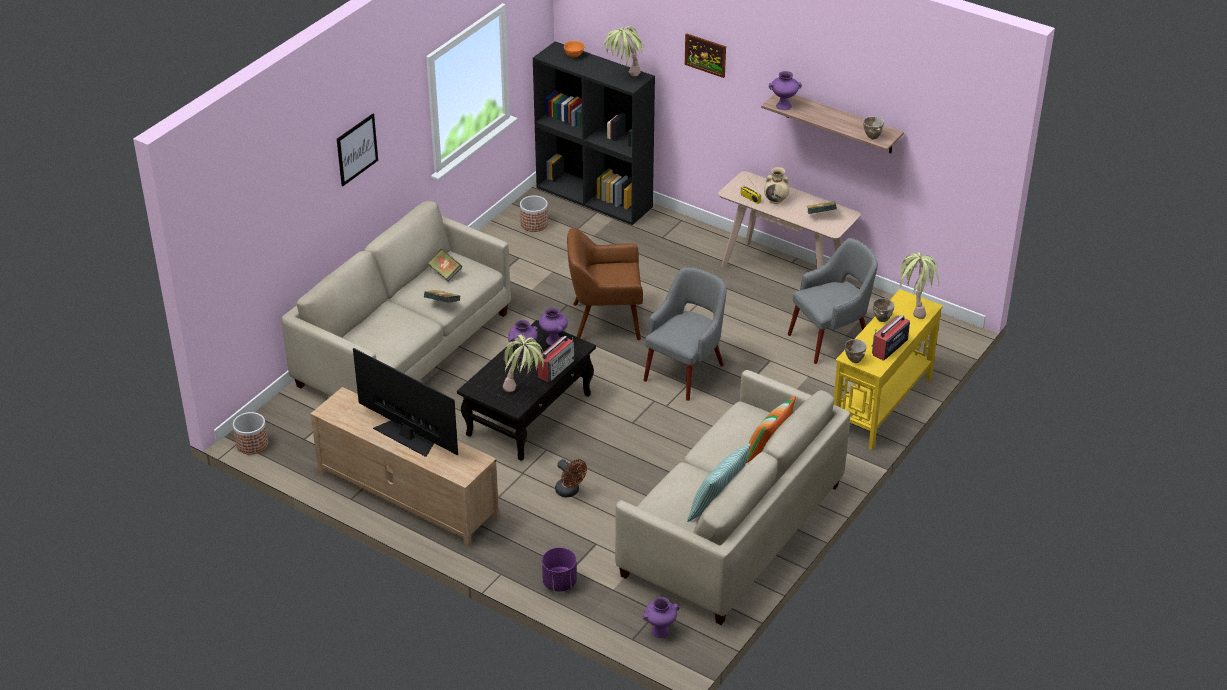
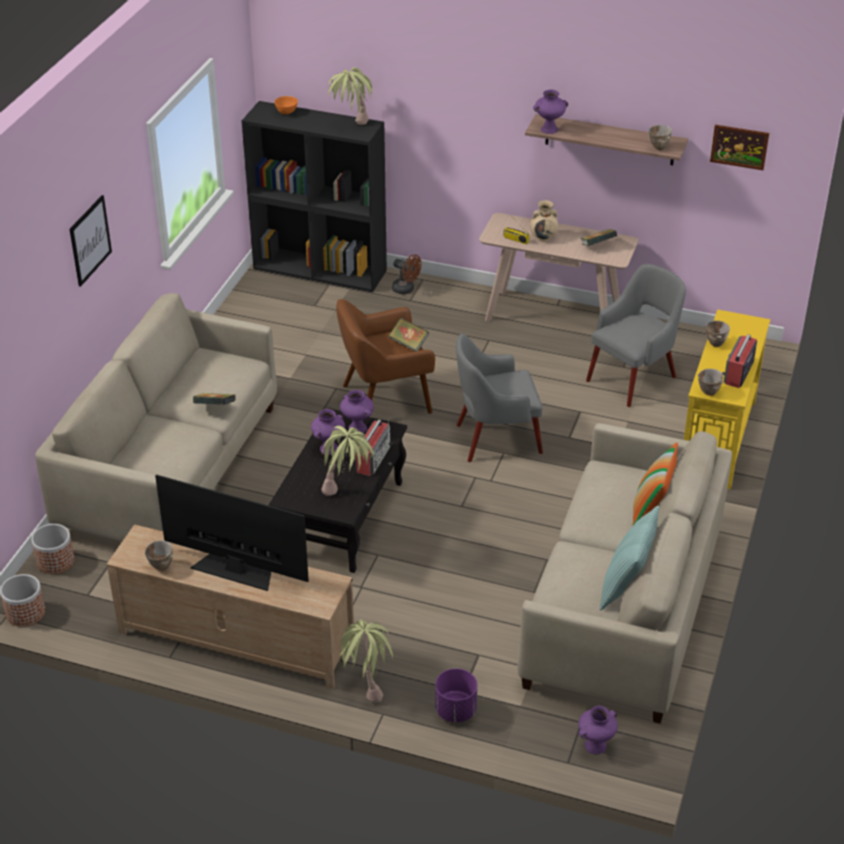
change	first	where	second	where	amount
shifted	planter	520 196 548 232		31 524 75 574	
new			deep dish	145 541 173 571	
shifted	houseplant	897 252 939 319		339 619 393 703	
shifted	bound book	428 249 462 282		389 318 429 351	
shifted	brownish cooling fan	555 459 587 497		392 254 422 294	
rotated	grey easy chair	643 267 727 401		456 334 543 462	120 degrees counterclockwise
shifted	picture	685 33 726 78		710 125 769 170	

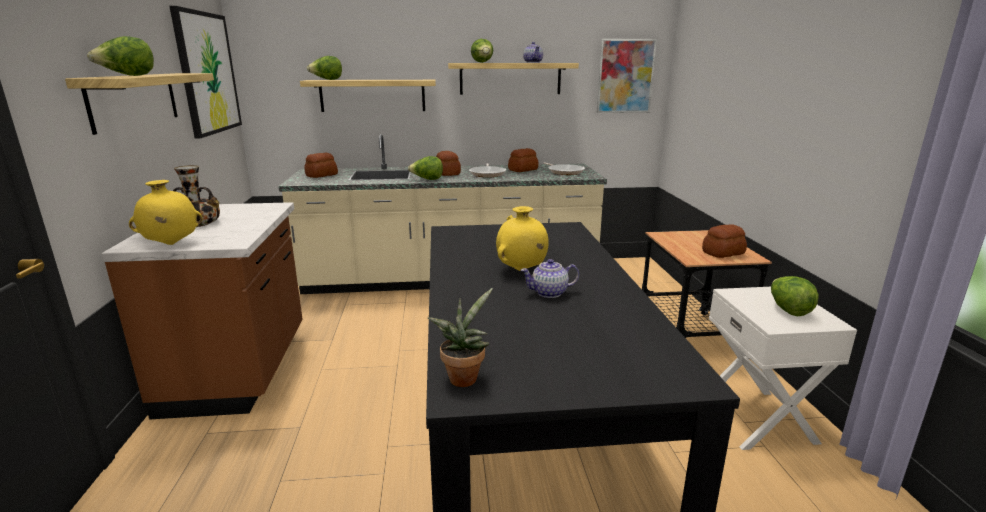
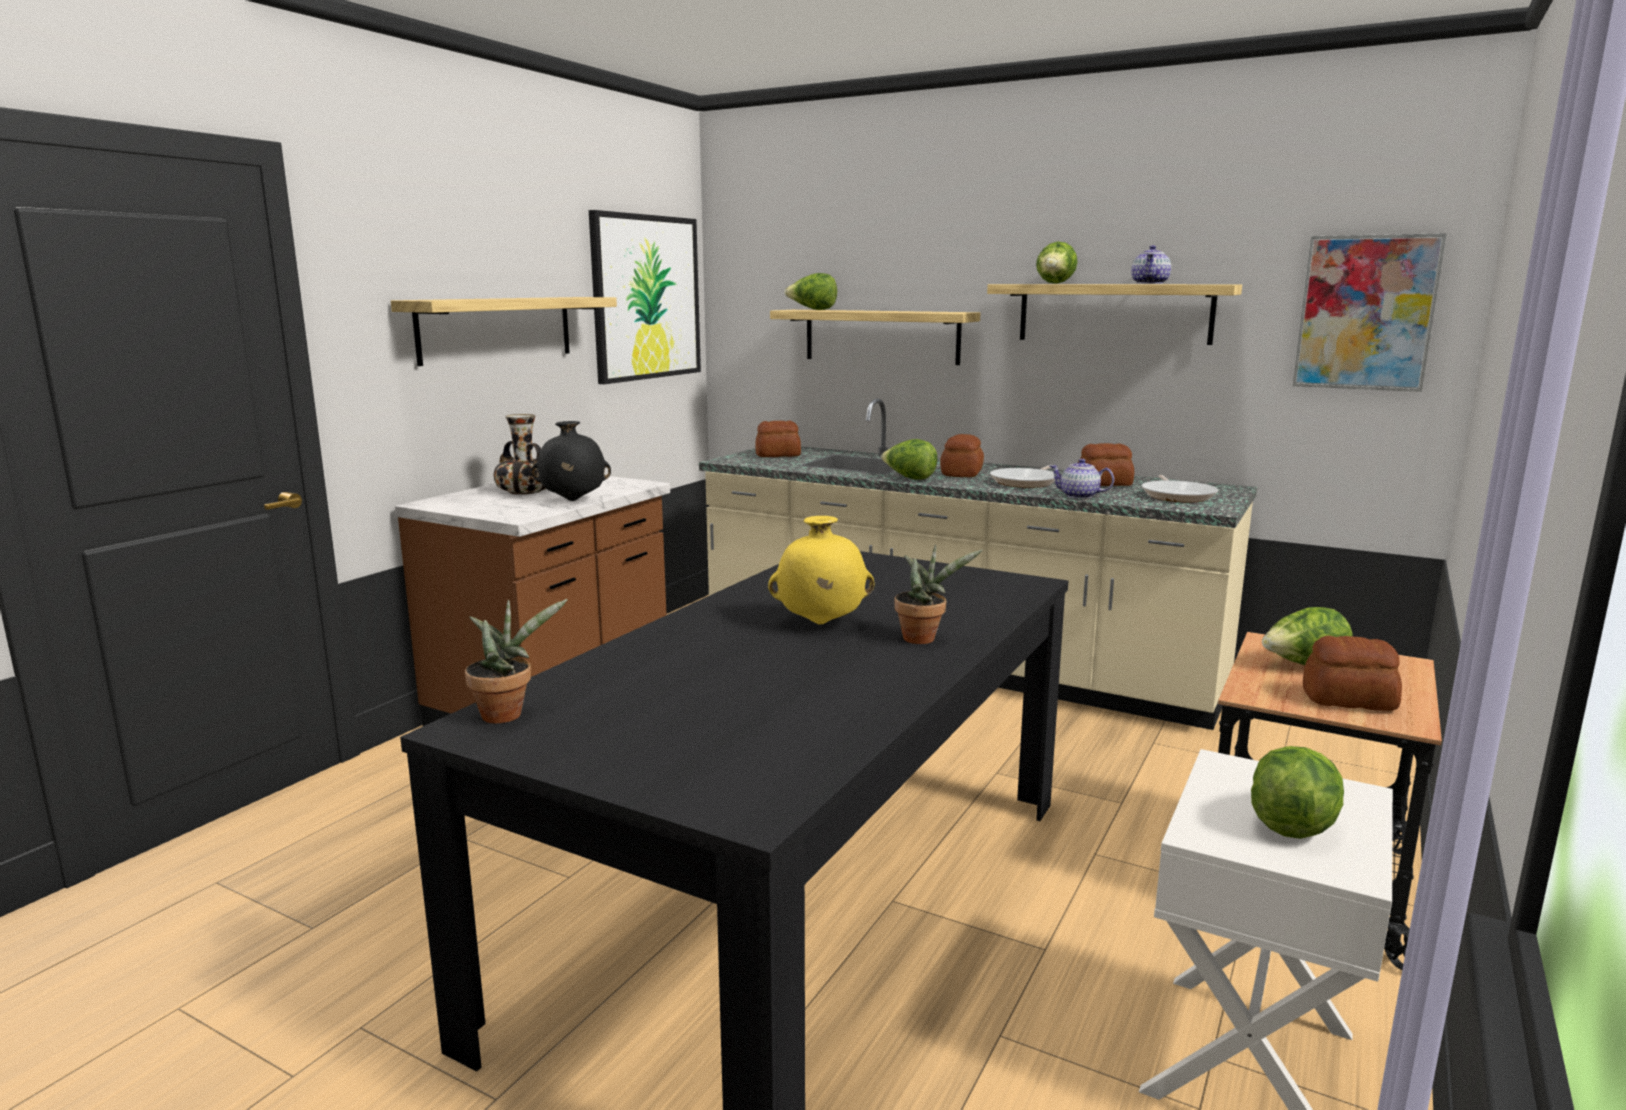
change	first	where	second	where	amount
new			blackish decorative vase	531 421 611 501	
new			houseplant	894 544 983 644	
shifted	pot for tea	520 259 579 298		1049 458 1114 499	
shifted	lettuce	87 36 154 76		1262 607 1353 665	
gone	yellowish decorative vase	129 180 203 245			

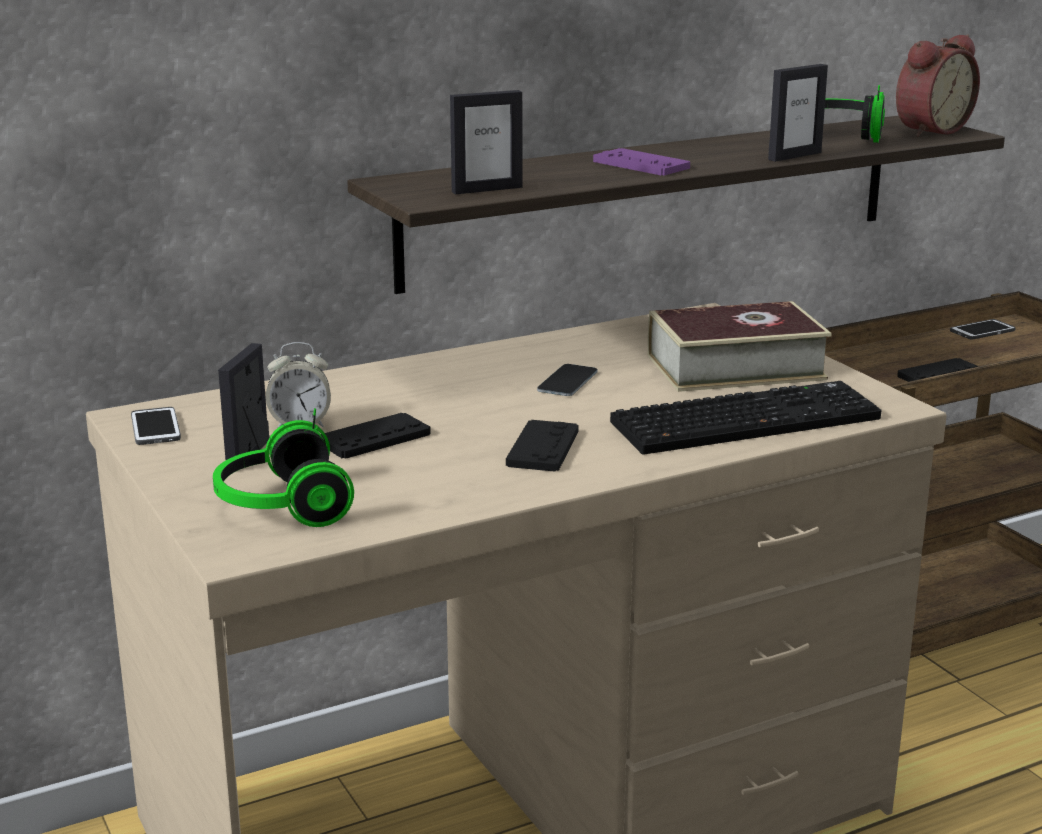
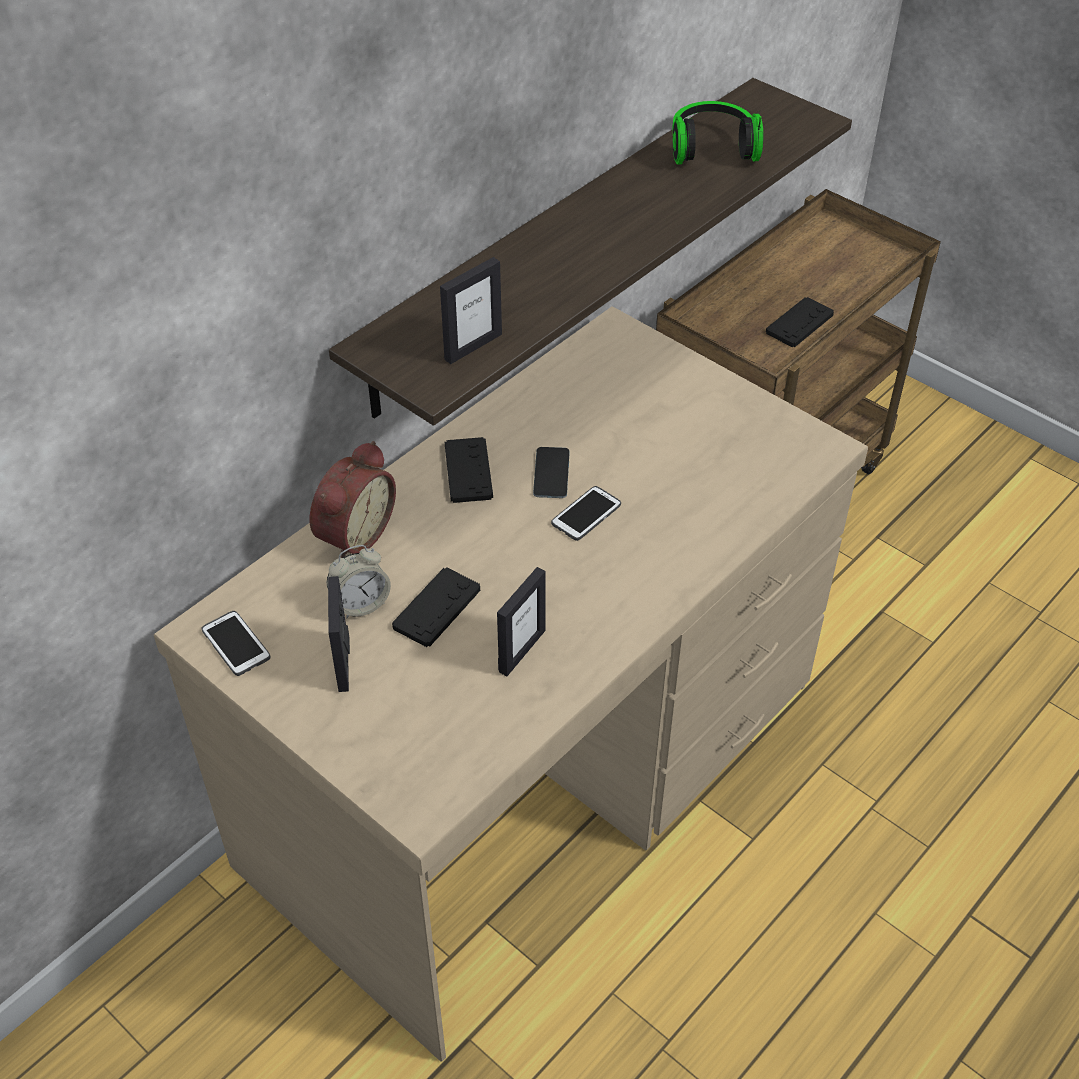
change	first	where	second	where	amount
shifted	table clock	896 34 980 137		310 441 396 558	
shifted	blackish game controller	506 420 579 472		445 437 493 503	
shifted	picture frame	768 64 828 162		497 567 546 676	
shifted	phone	950 319 1016 340		551 486 621 541	
gone	pair of headphones	213 408 354 527			
gone	purple game controller	593 148 690 175			
gone	PC keyboard	610 381 882 455			
gone	bound book	648 301 832 392			

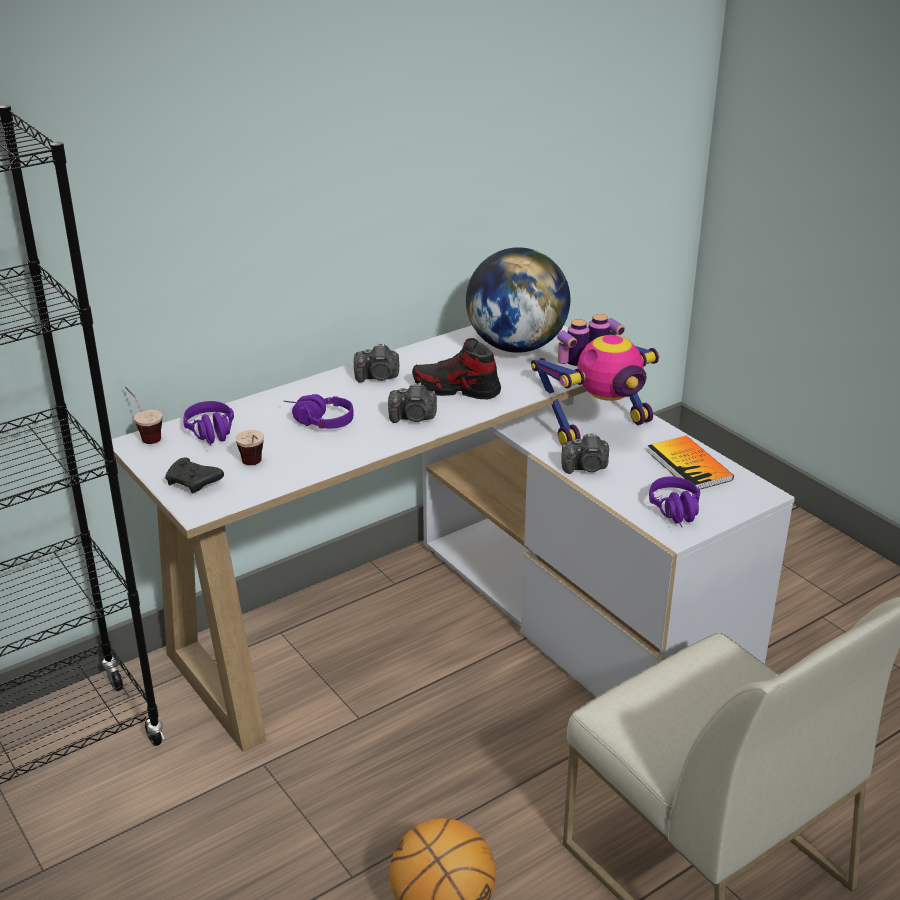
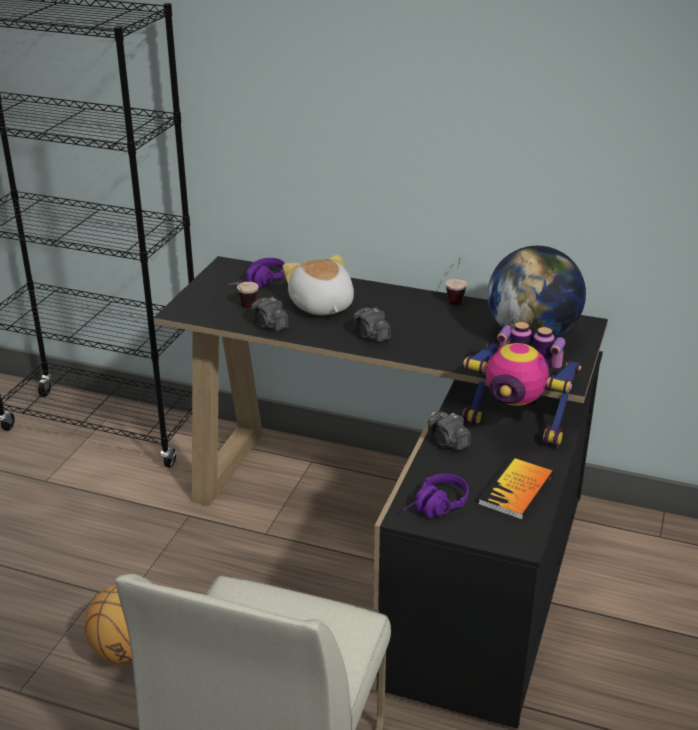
change	first	where	second	where	amount
repainted	white desk table	112 325 795 752	blackish desk table	153 256 608 729	
shifted	still camera	354 343 400 383		251 297 289 332	
swapped	purple pair of headphones	283 394 354 429	plush toy	283 255 354 315	
shifted	drinking cup	125 387 162 444		445 258 467 305	
gone	blackish game controller	165 458 224 493			
gone	low shoe	412 338 501 399			

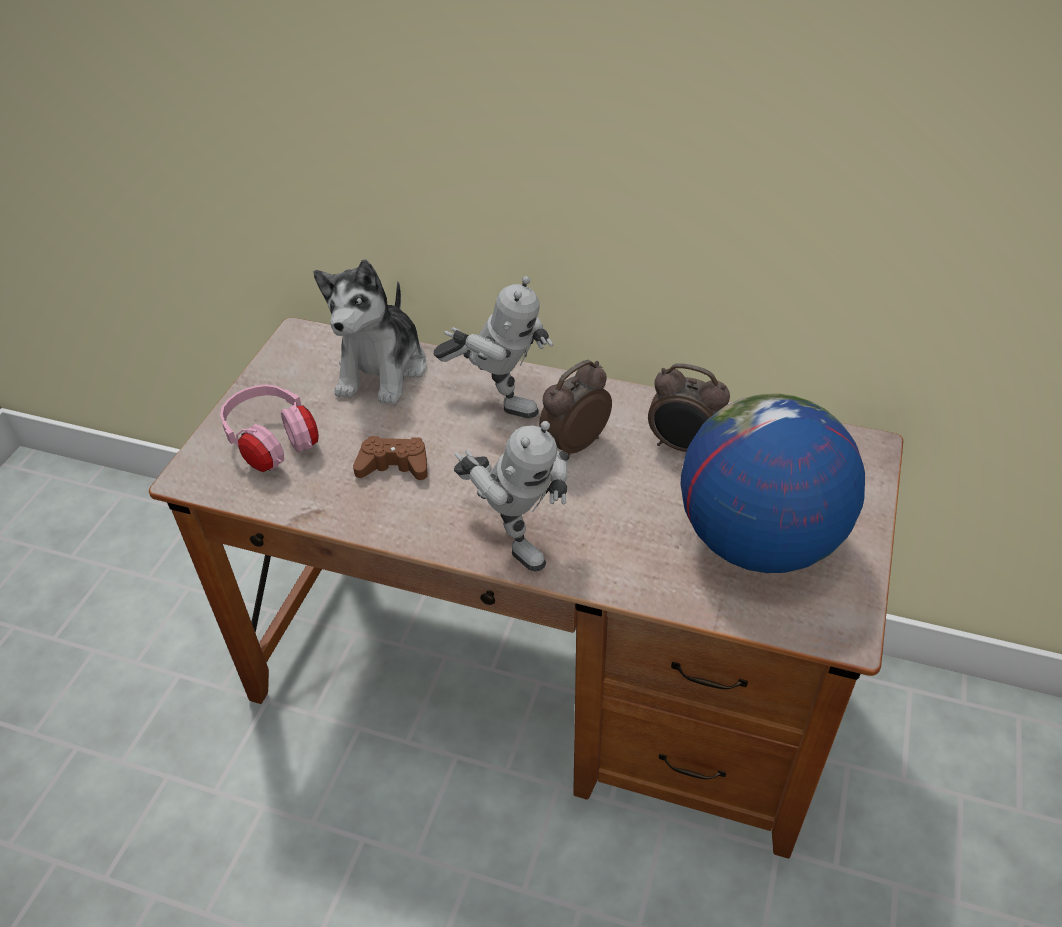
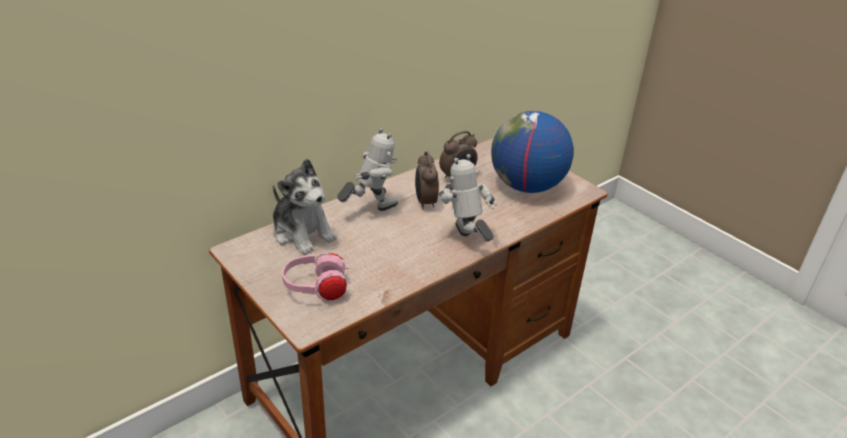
change	first	where	second	where	amount
rotated	model robot	454 421 569 571		438 154 497 242	105 degrees counterclockwise
gone	brownish game controller	353 436 428 480			

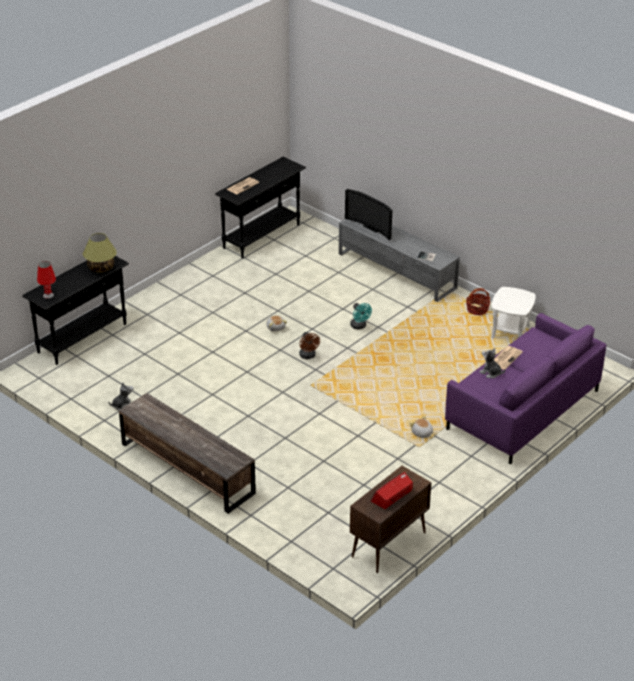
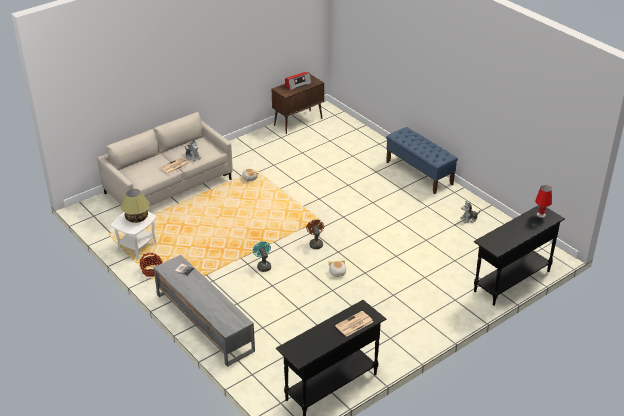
change	first	where	second	where	amount
repainted	purple couch	445 313 607 464	sand-coloured couch	97 112 233 206	
shifted	table lamp	83 233 117 273		121 189 150 223	
swapped	brownish tv unit	119 393 256 514	bluish long seat	386 127 458 194	
gone	television	345 189 392 240			

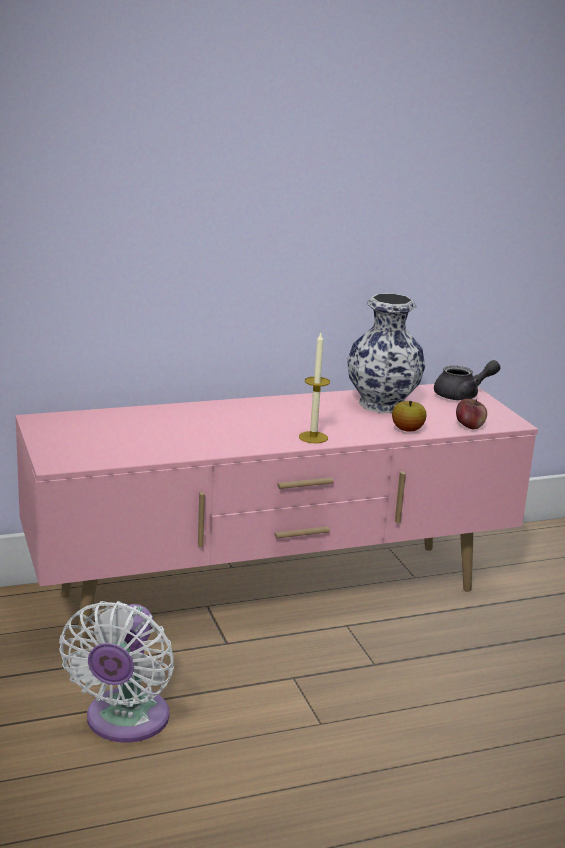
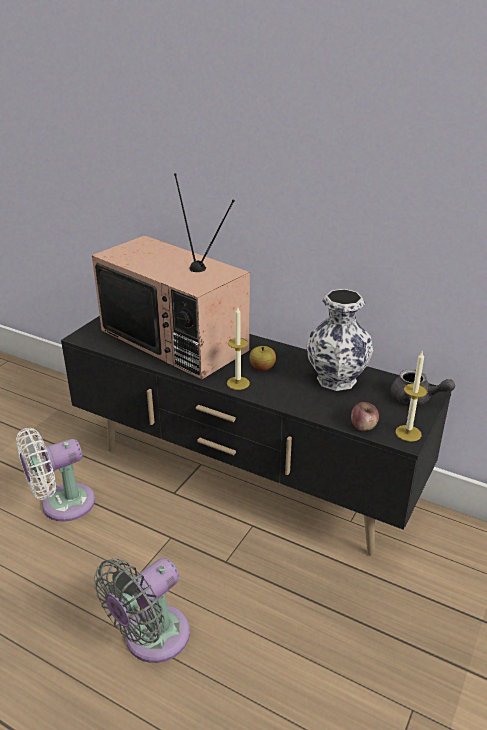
change	first	where	second	where	amount
repainted	pink-coloured tv unit	15 384 538 647	blackish tv unit	61 316 452 556	
new			television	92 173 250 380	
new			grey cooling fan	94 558 190 663	
shifted	apple	392 401 427 432		249 346 276 371	
new			wax light	395 352 427 442	

